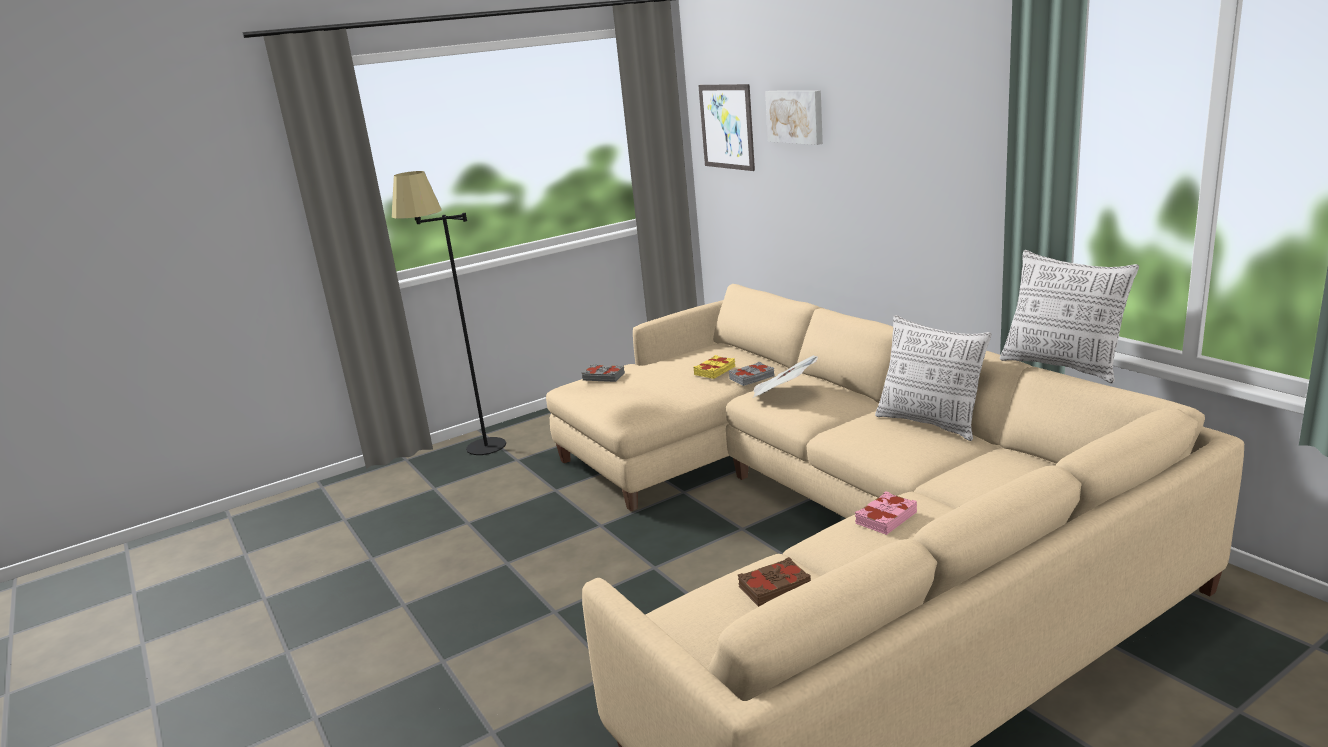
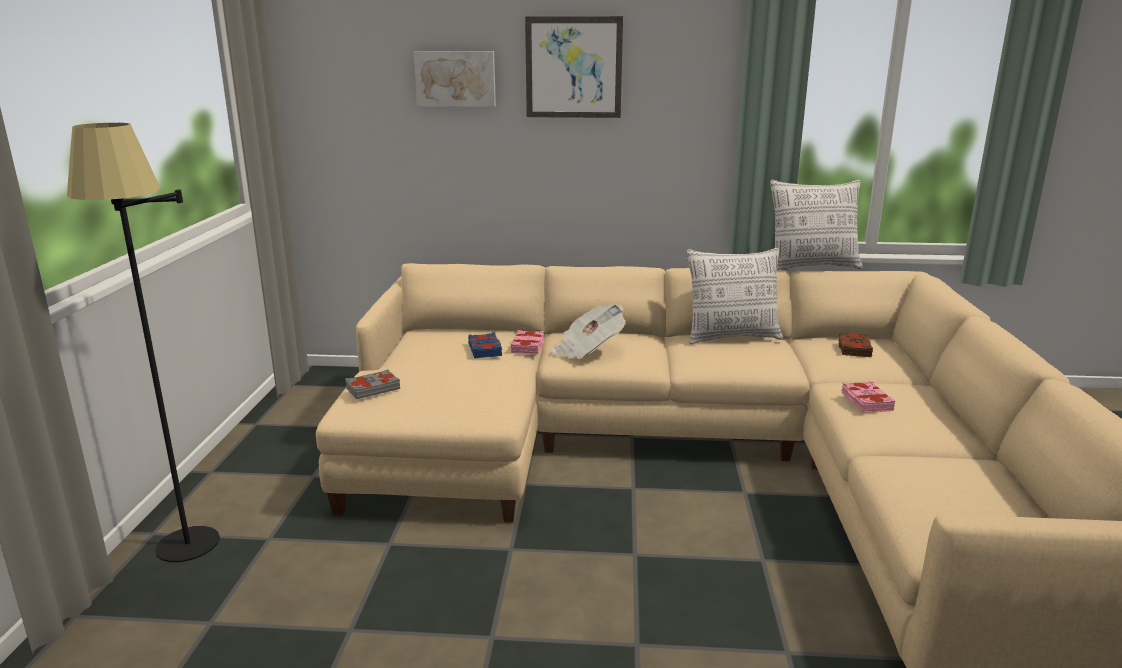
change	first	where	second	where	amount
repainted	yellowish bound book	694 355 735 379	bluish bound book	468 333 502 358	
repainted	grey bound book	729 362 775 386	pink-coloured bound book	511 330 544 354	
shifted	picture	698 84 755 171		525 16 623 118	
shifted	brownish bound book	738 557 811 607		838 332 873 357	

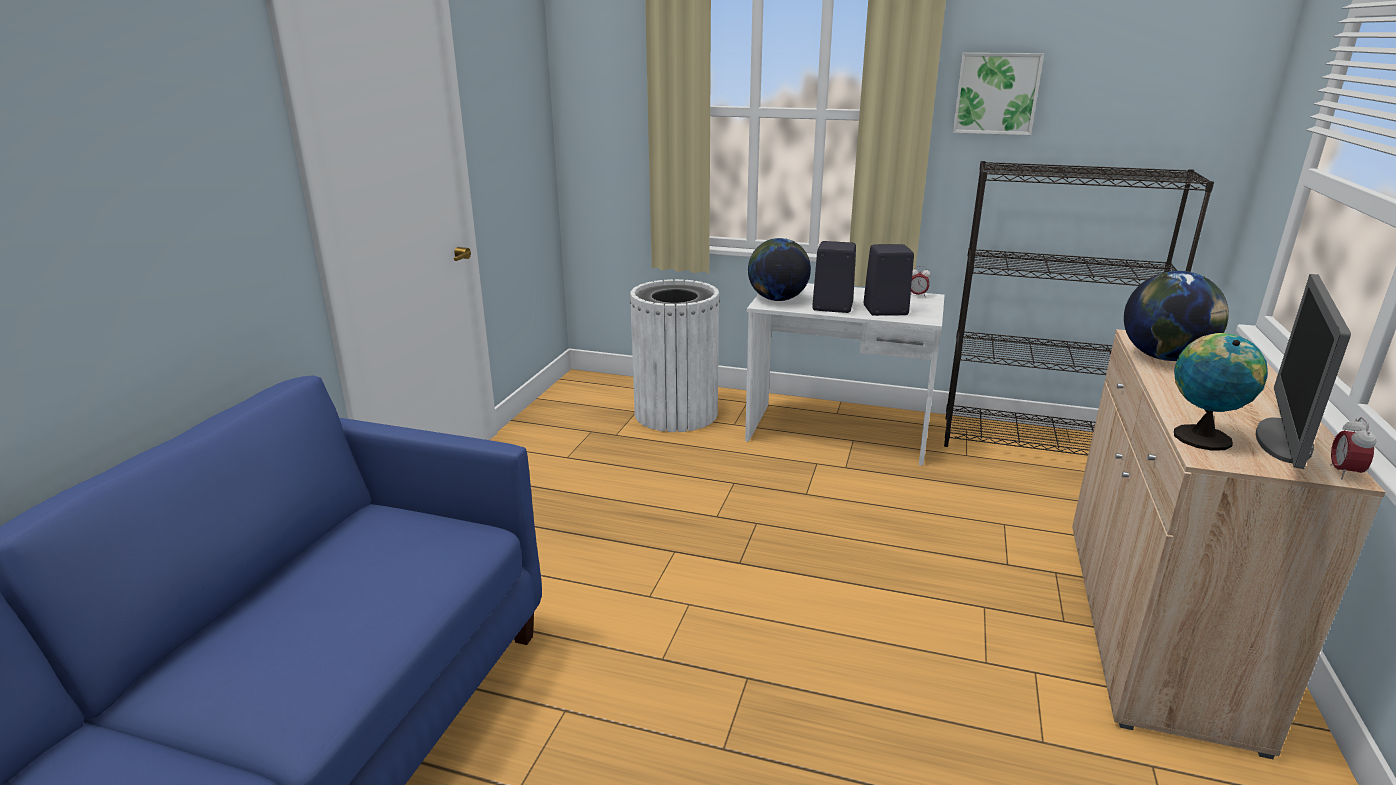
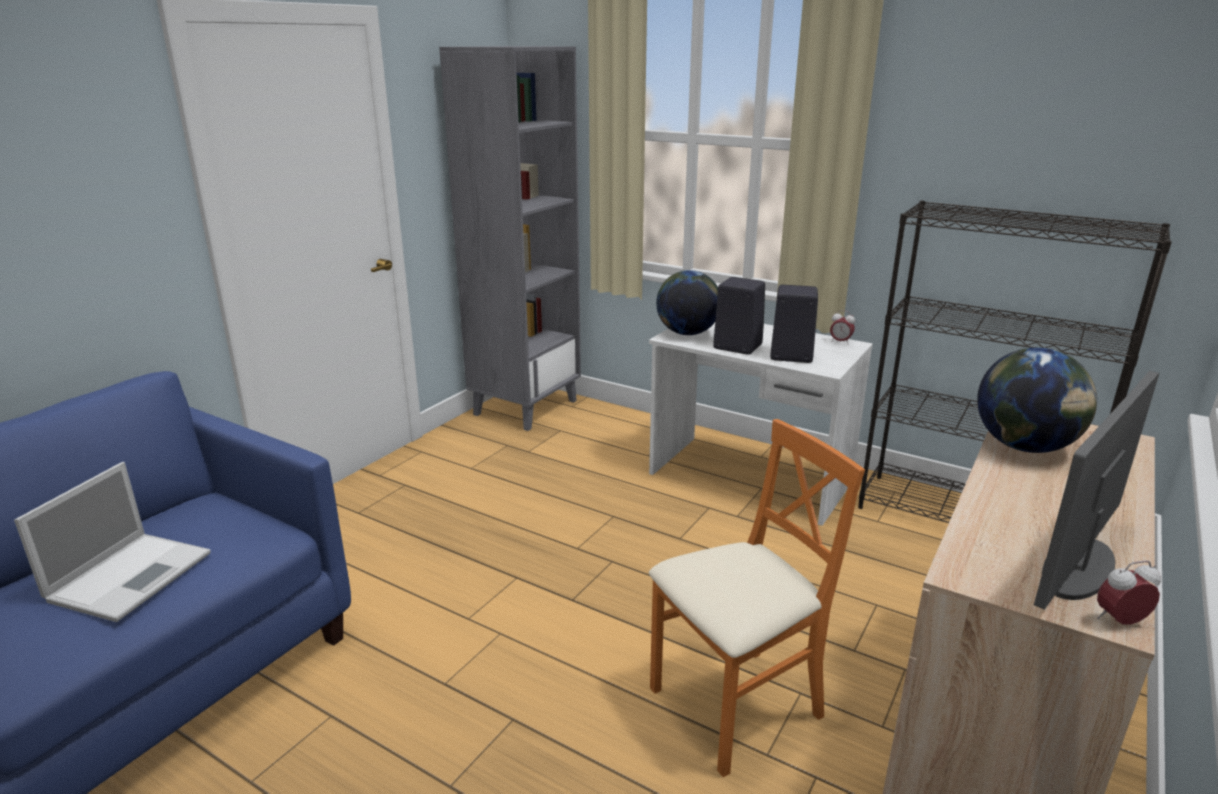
change	first	where	second	where	amount
new			portable computer	14 462 211 622	
new			grey shelving unit	439 46 581 431	
new			orange chair	649 419 865 777	
rotated	table clock	1330 417 1376 479		1097 560 1161 625	45 degrees clockwise
gone	white trash can	630 279 720 432			
gone	picture	953 53 1044 135			
gone	globe	1174 333 1268 451			

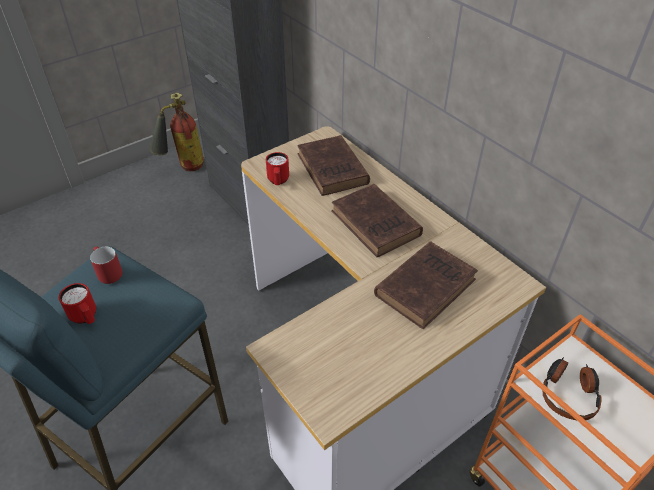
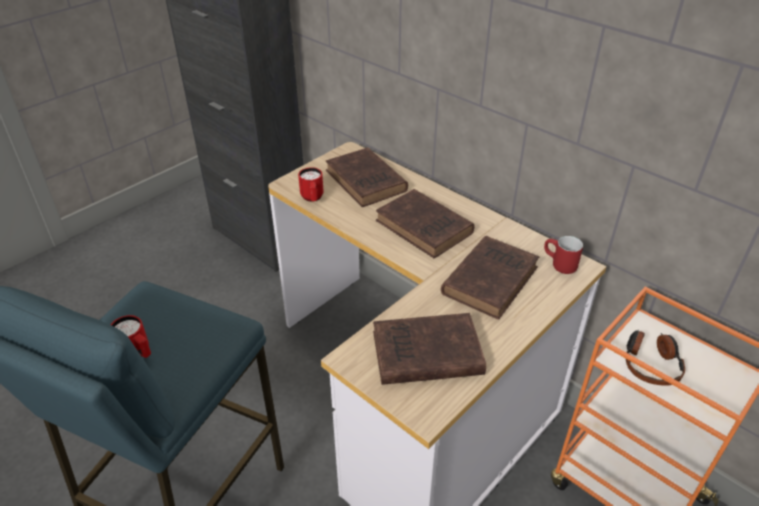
change	first	where	second	where	amount
new			brownish bound book	373 313 486 385	
shifted	reddish mug	90 247 122 284		544 236 583 274	
gone	fire extinguisher	149 93 204 171			

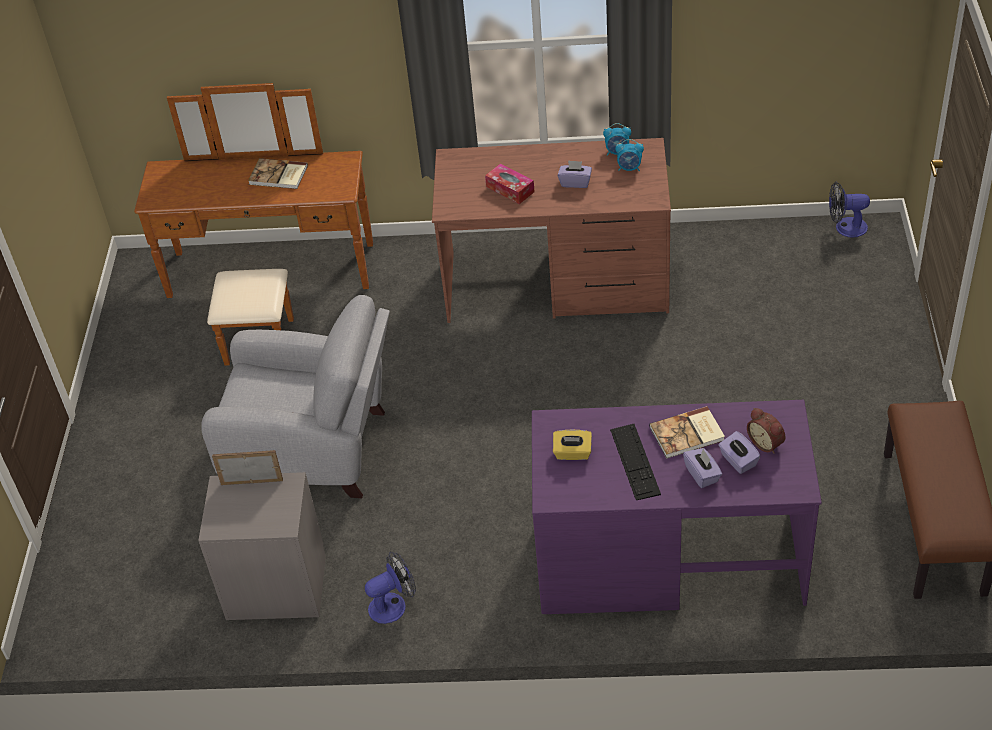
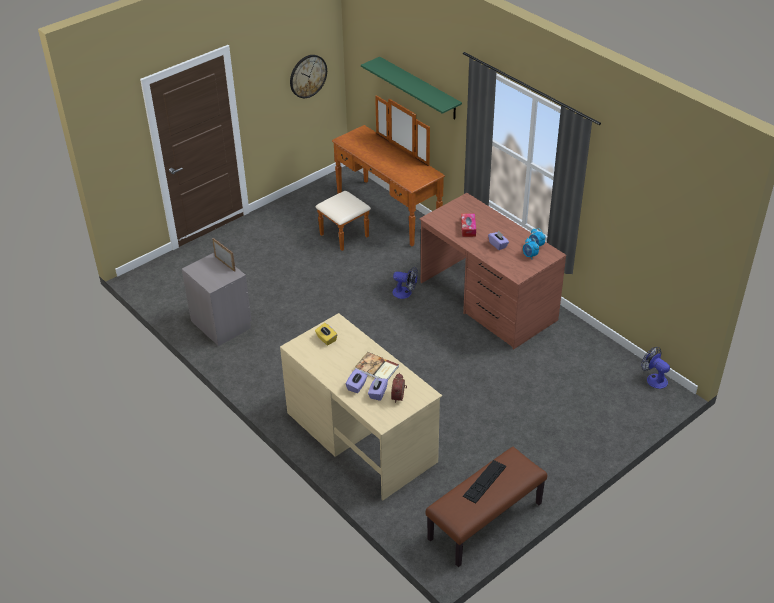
change	first	where	second	where	amount
repainted	purple desk table	532 400 822 614	sand-coloured desk table	280 313 442 501	
new			wall clock	290 55 327 98	
new			green bracket shelf	361 57 462 119	
shifted	cooling fan	365 551 416 624		392 267 418 299	
shifted	PC keyboard	610 424 661 500		463 460 506 504	
gone	grey easy chair	201 295 390 498			
gone	bound book	248 158 308 189			

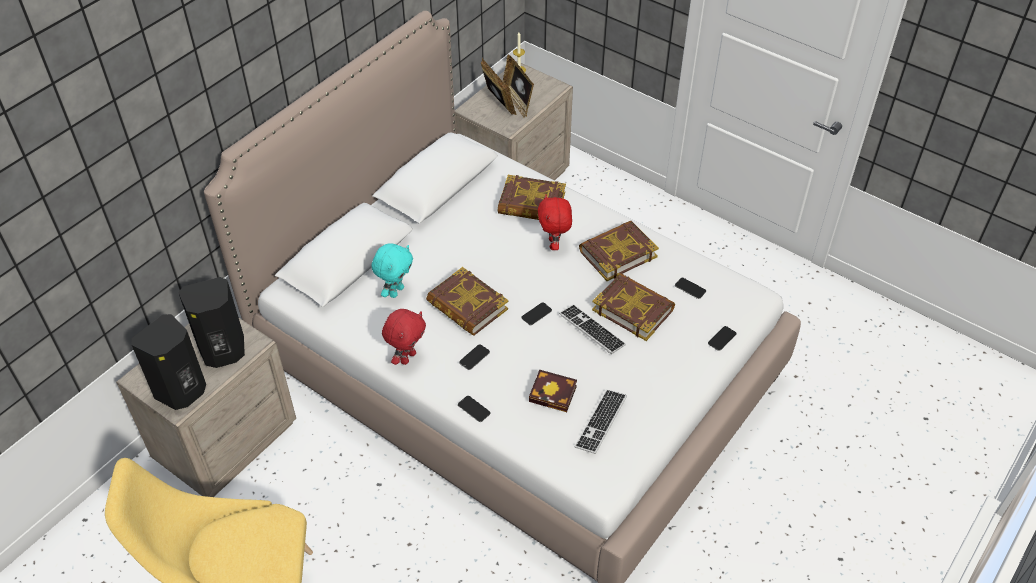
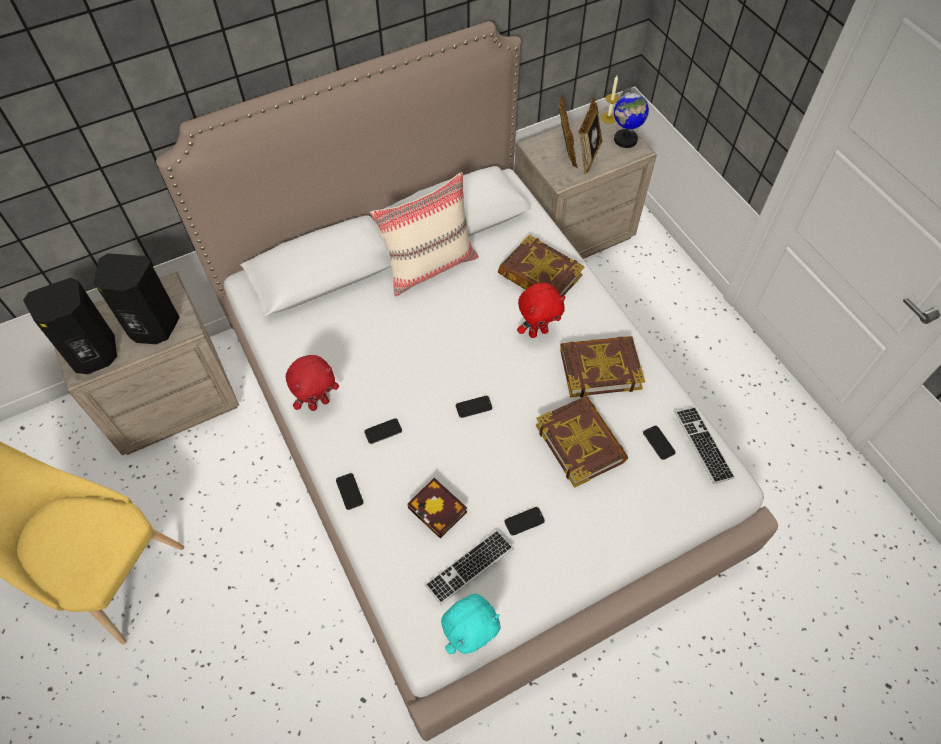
change	first	where	second	where	amount
new			sand-coloured cushion	370 172 479 297	
shifted	turquoise-coloured plush toy	371 243 413 298		441 594 501 654	
shifted	phone	708 326 737 351		504 507 545 536	
rotated	reddish plush toy	538 194 572 250		517 283 566 338	135 degrees counterclockwise
new			globe	614 88 649 148	
shifted	PC keyboard	559 304 626 354		674 407 735 484	
gone	bound book	426 267 508 336			

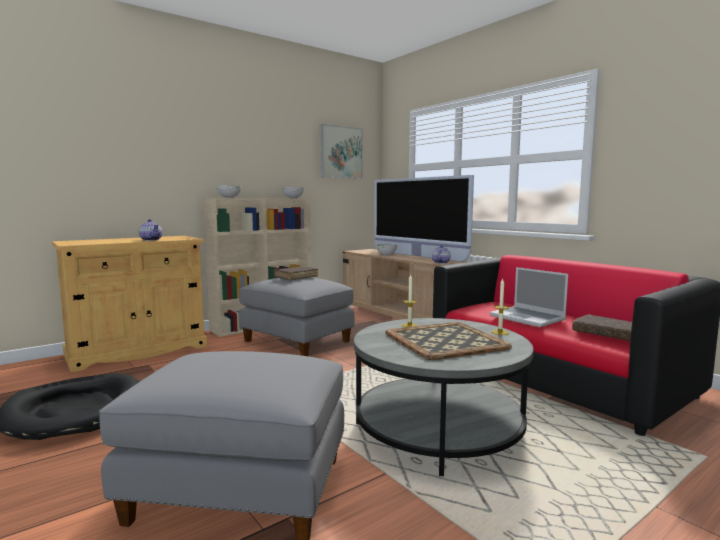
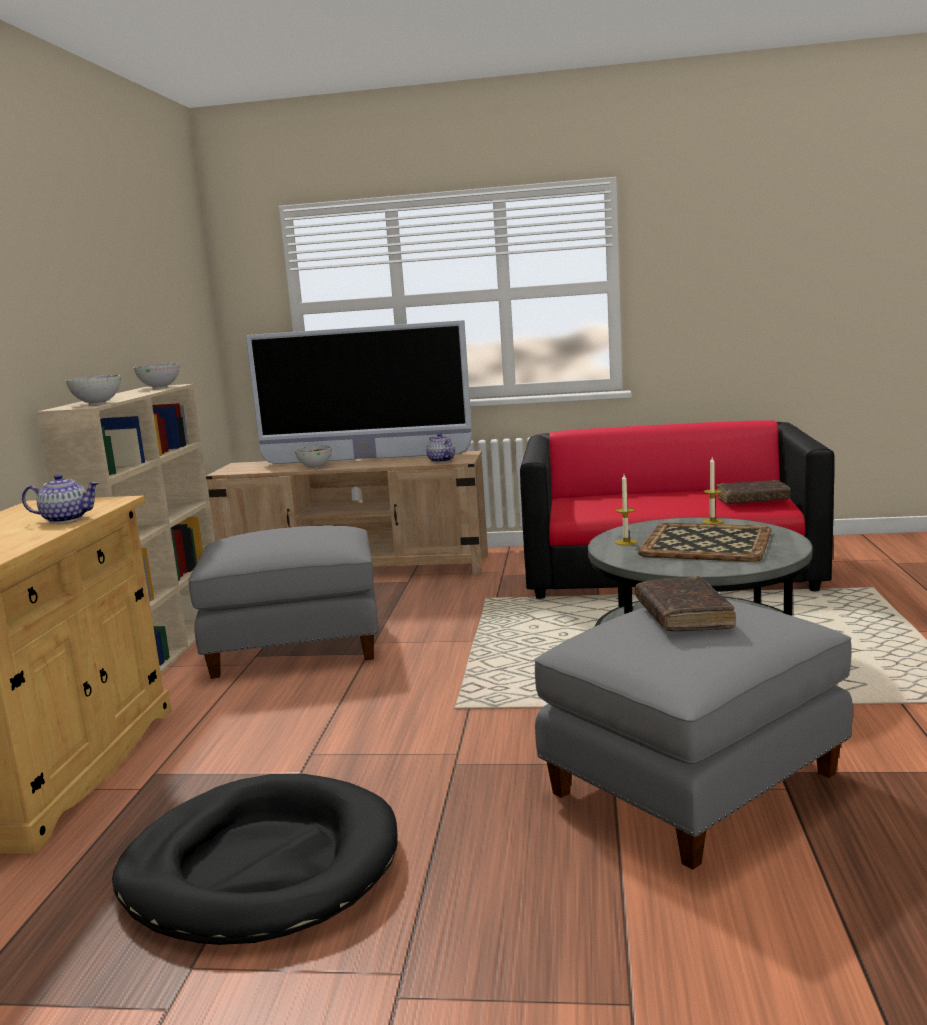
change	first	where	second	where	amount
shifted	brownish bound book	274 266 318 281		635 576 735 631	
gone	picture	320 124 363 179			
gone	portable computer	490 267 568 327			

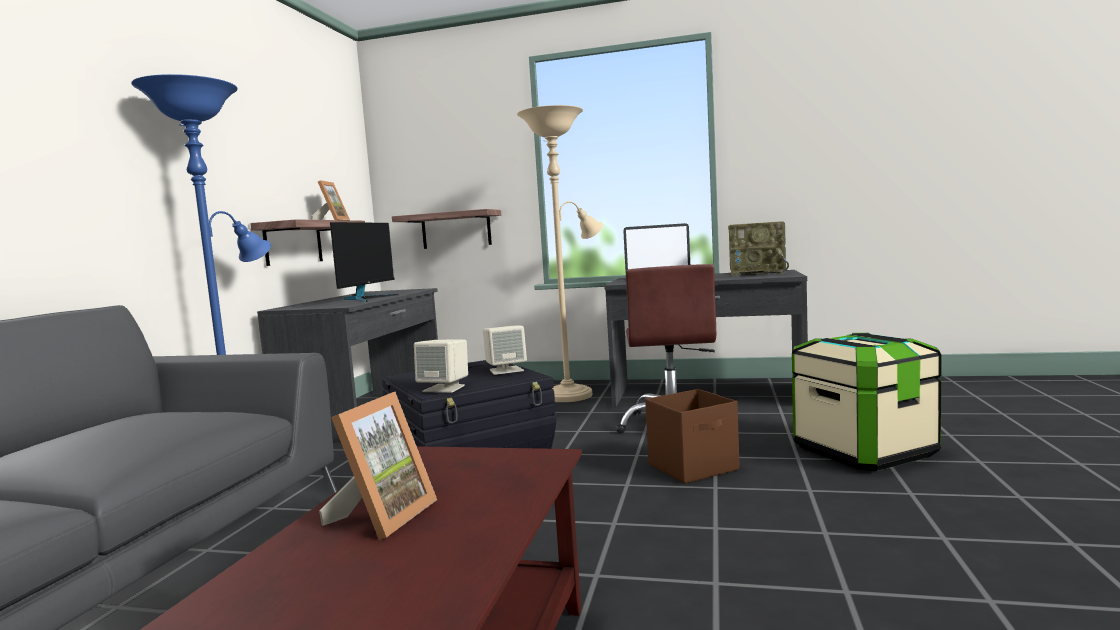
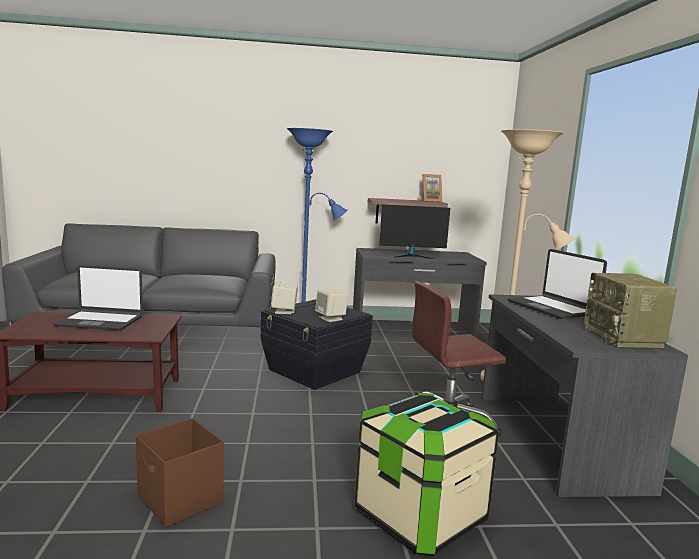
change	first	where	second	where	amount
swapped	picture frame	319 392 437 539	portable computer	54 265 143 331	
shifted	brownish storage container	645 389 739 484		136 418 224 528	
gone	bracket shelf	392 209 501 249			

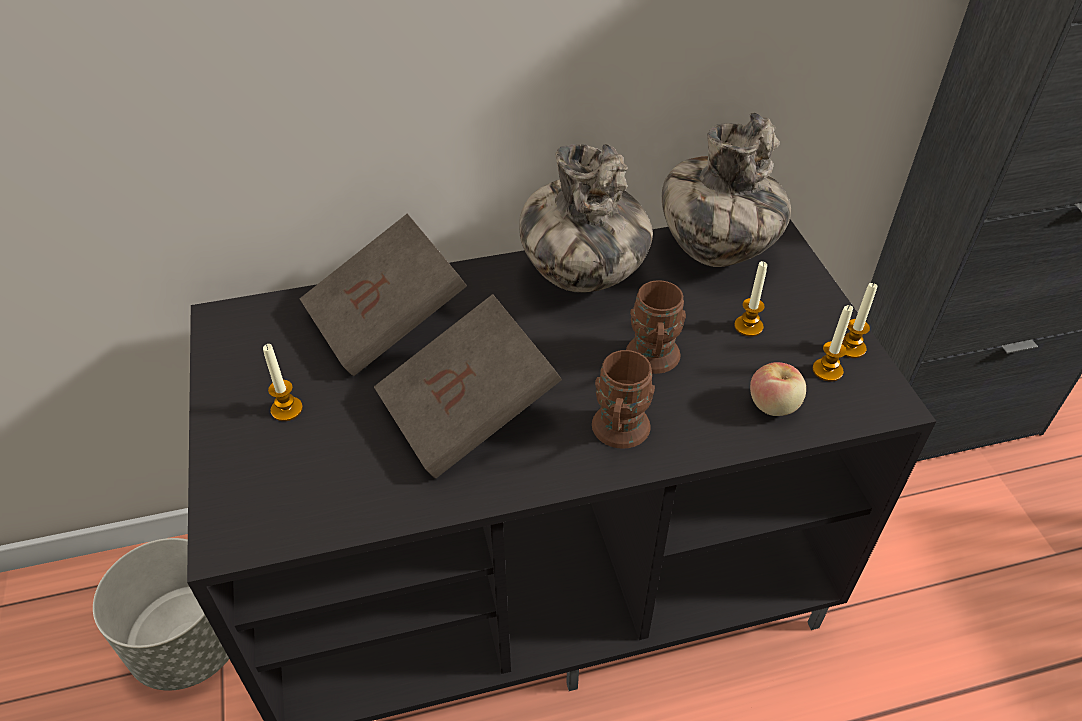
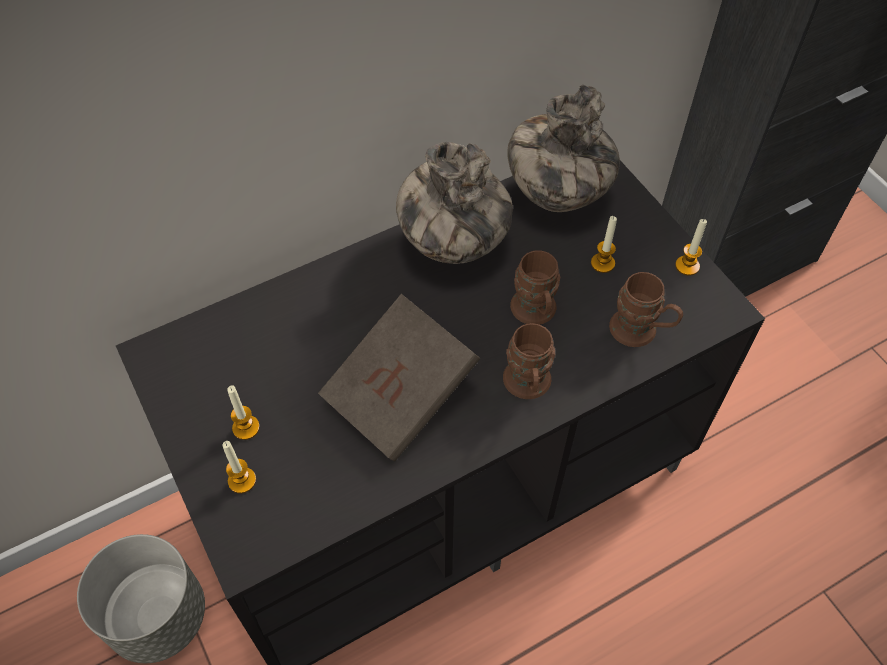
change	first	where	second	where	amount
shifted	wax light	812 305 853 382		223 441 256 493	
swapped	apple	750 362 806 416	brownish mug	609 272 683 347	
gone	brownish bound book	300 214 467 376			

